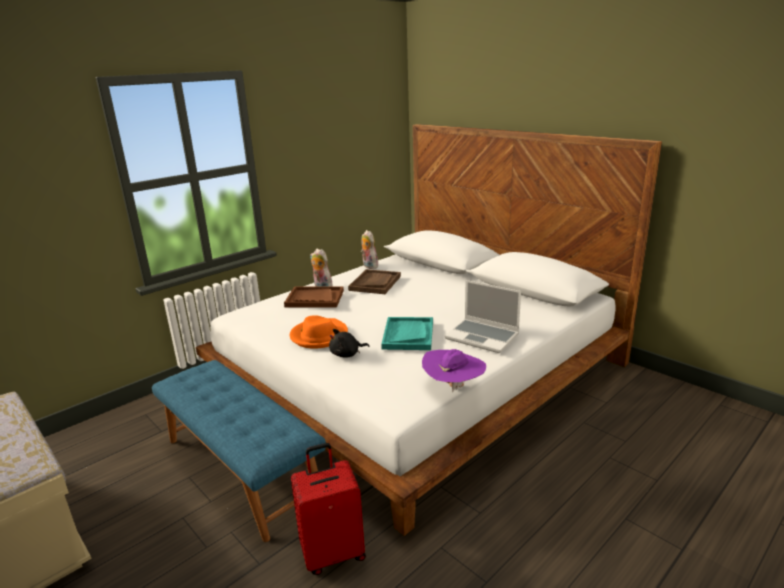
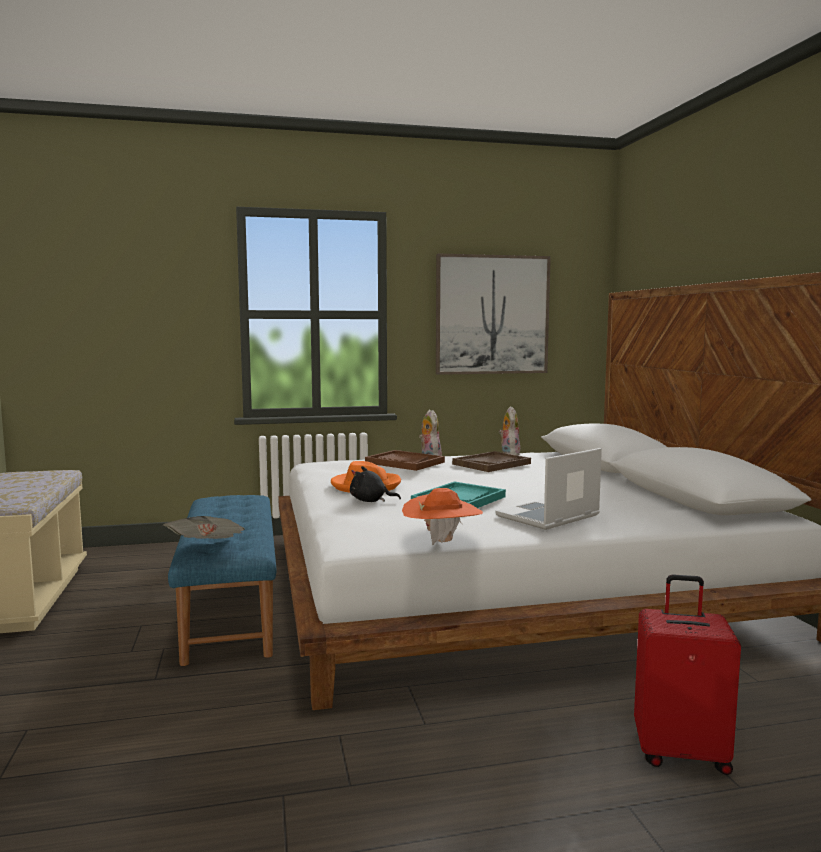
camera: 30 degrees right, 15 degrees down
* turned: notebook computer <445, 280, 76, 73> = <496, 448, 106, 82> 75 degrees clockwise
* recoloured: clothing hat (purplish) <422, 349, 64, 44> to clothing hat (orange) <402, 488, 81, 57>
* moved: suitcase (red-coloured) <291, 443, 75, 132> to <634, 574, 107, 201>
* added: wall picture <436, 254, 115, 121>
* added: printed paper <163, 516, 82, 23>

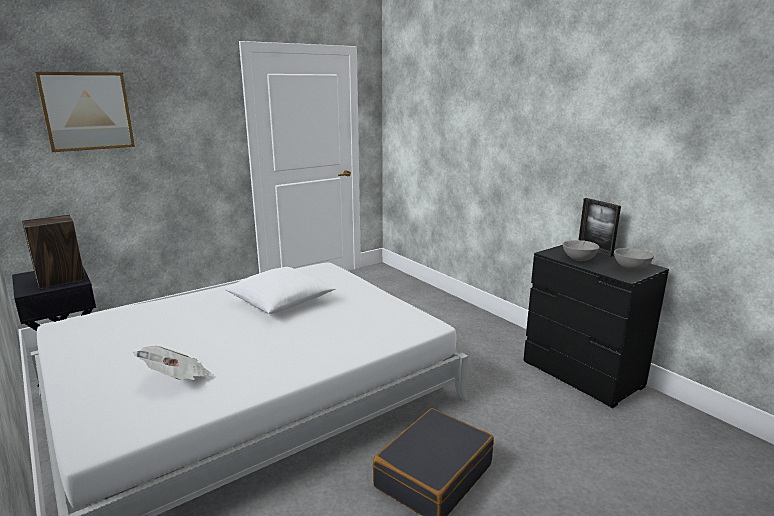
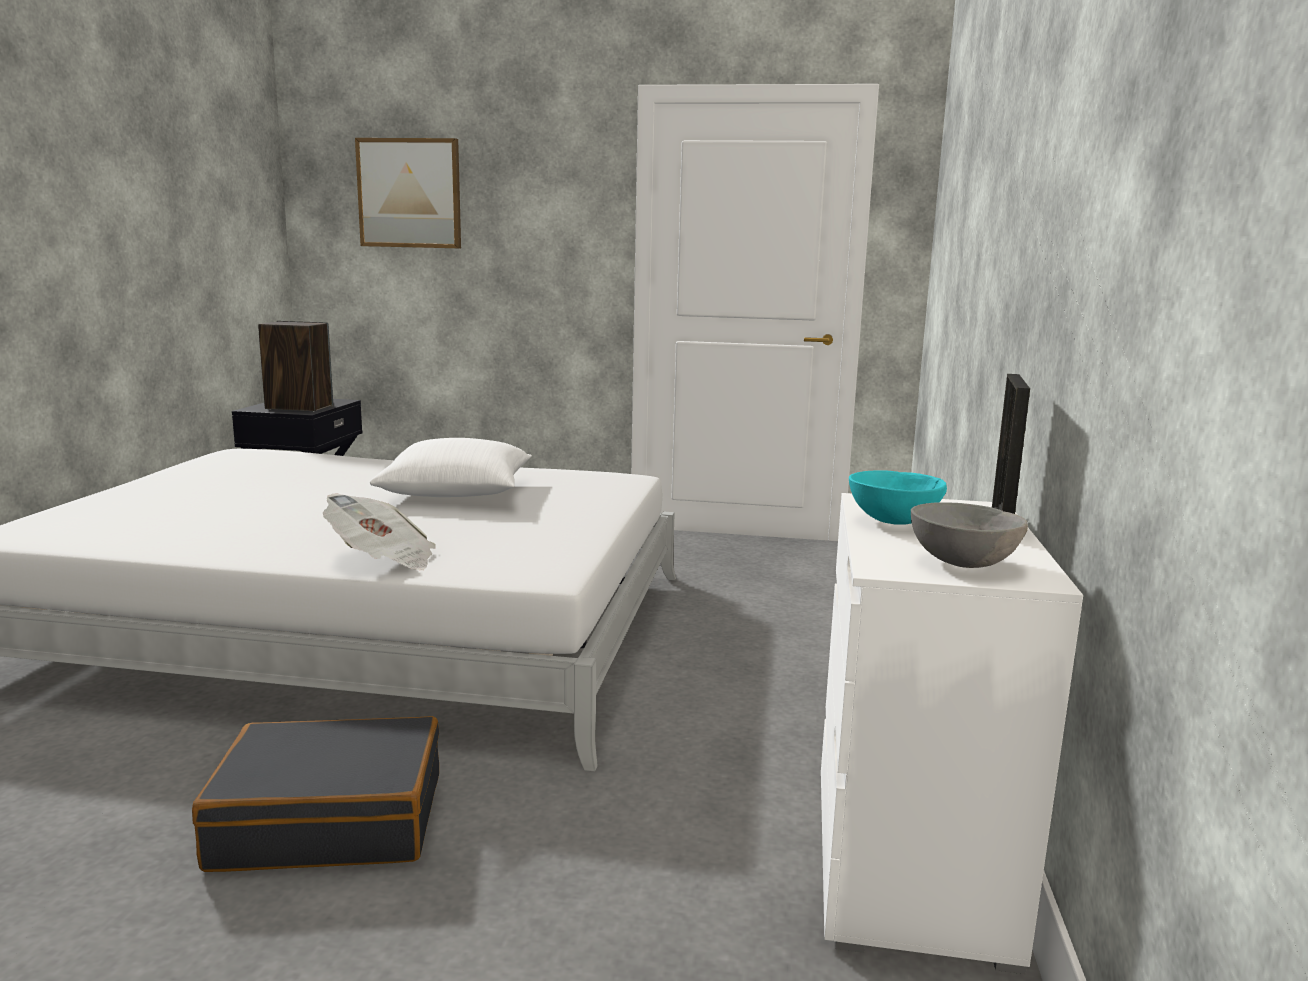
camera: 45 degrees right, 5 degrees down
* recoloured: bowl (grey) <563, 240, 36, 21> to bowl (turquoise) <849, 470, 98, 55>
* recoloured: dresser (blackish) <523, 245, 146, 163> to dresser (white) <821, 493, 262, 481>
* moved: printed paper <133, 346, 81, 34> to <323, 494, 113, 76>

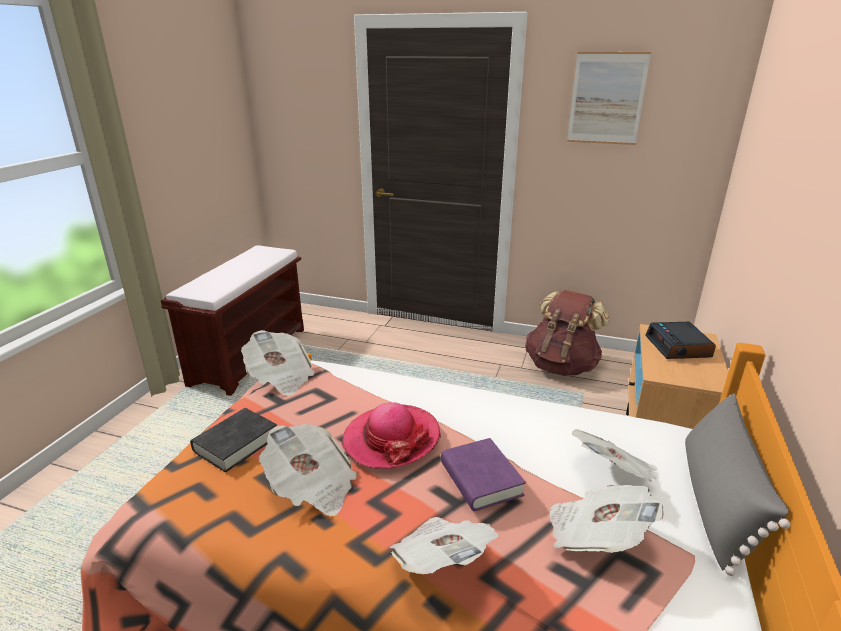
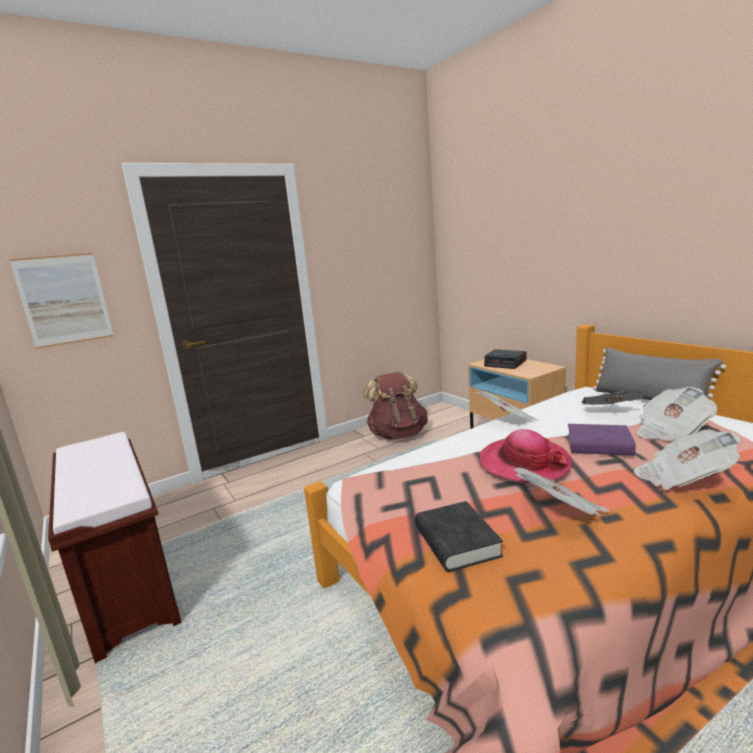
camera: 50 degrees left, 10 degrees down
* moved: wall picture <567, 52, 84, 93> to <9, 253, 105, 96>
* moved: printed paper <241, 330, 74, 66> to <477, 392, 63, 29>

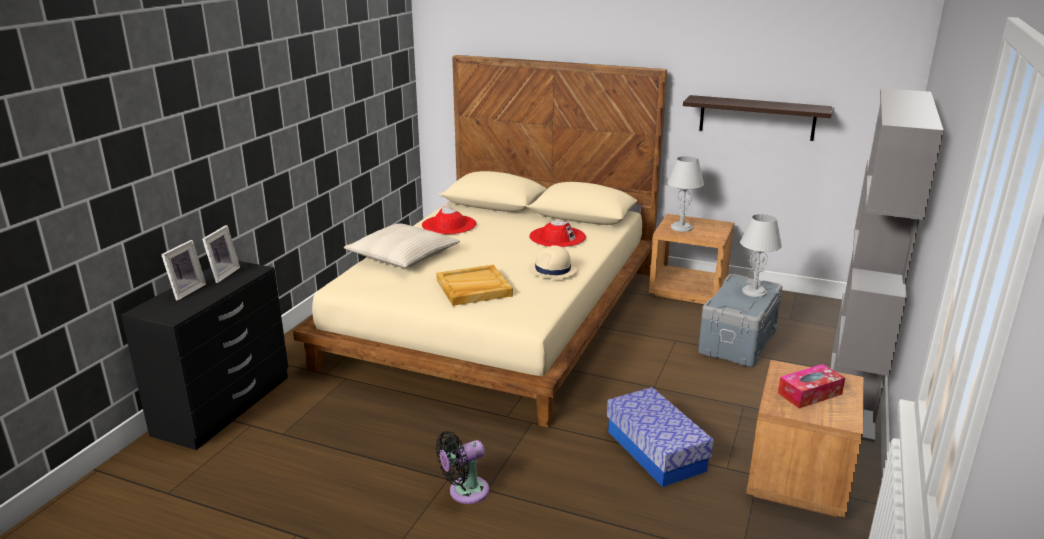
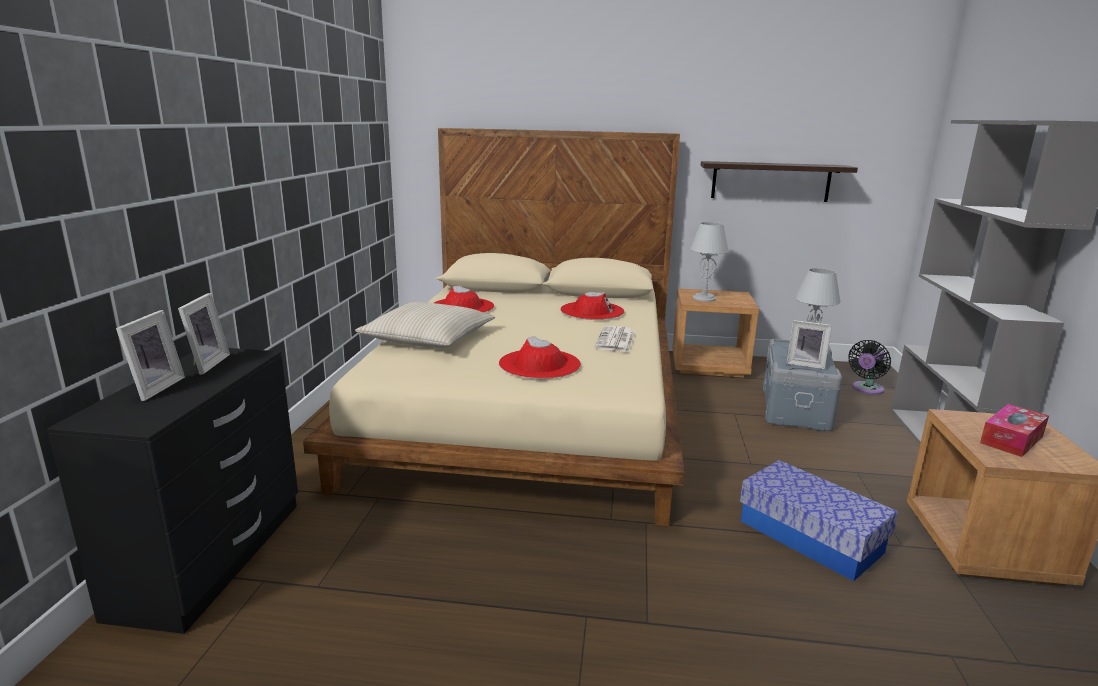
camera: 15 degrees left, 5 degrees down
* replaced: clothing hat (beige) <528, 245, 50, 34> to printed paper <594, 326, 41, 26>
* replaced: carrying tray (beige) <436, 265, 77, 41> to clothing hat (red-coloured) <499, 336, 82, 43>
* moved: electric fan (blackish) <436, 431, 53, 73> to <848, 340, 43, 55>
* added: photo frame <787, 320, 45, 49>

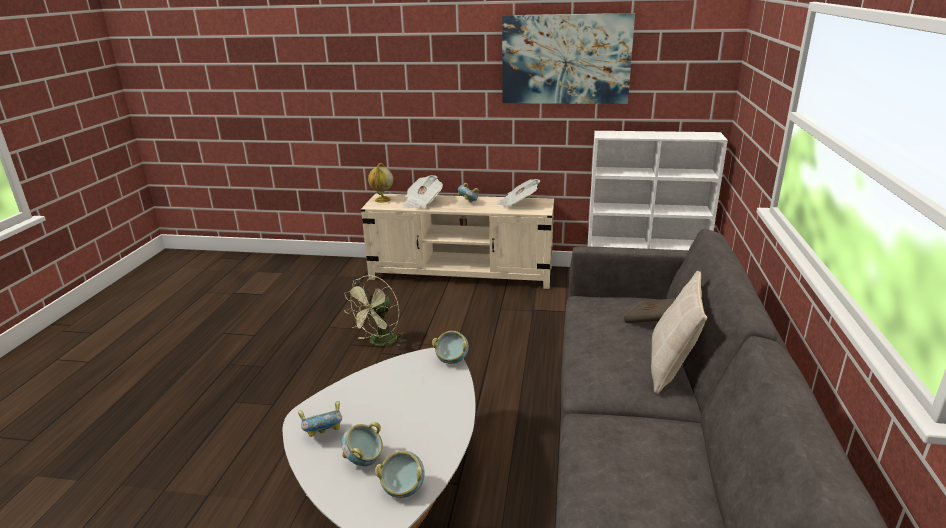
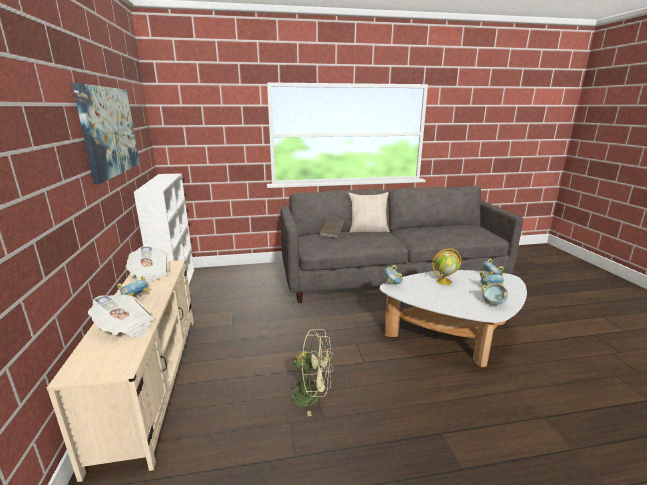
camera: 110 degrees left, 5 degrees down
* moved: desk globe <368, 163, 25, 40> to <432, 248, 29, 37>

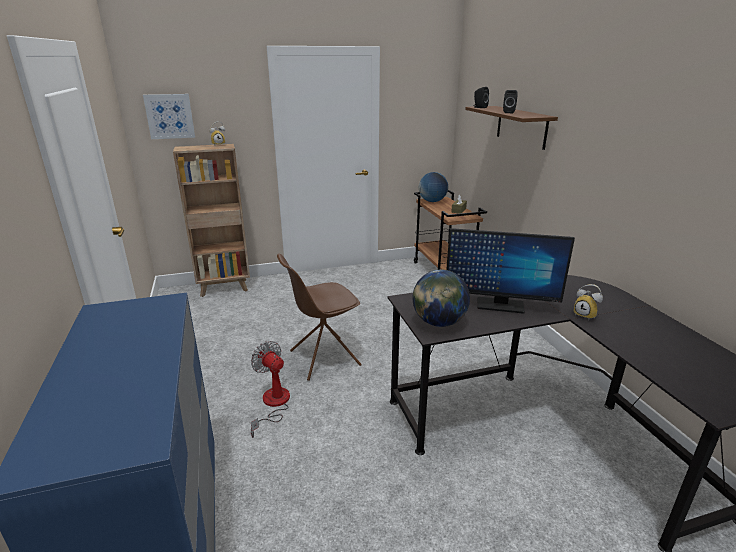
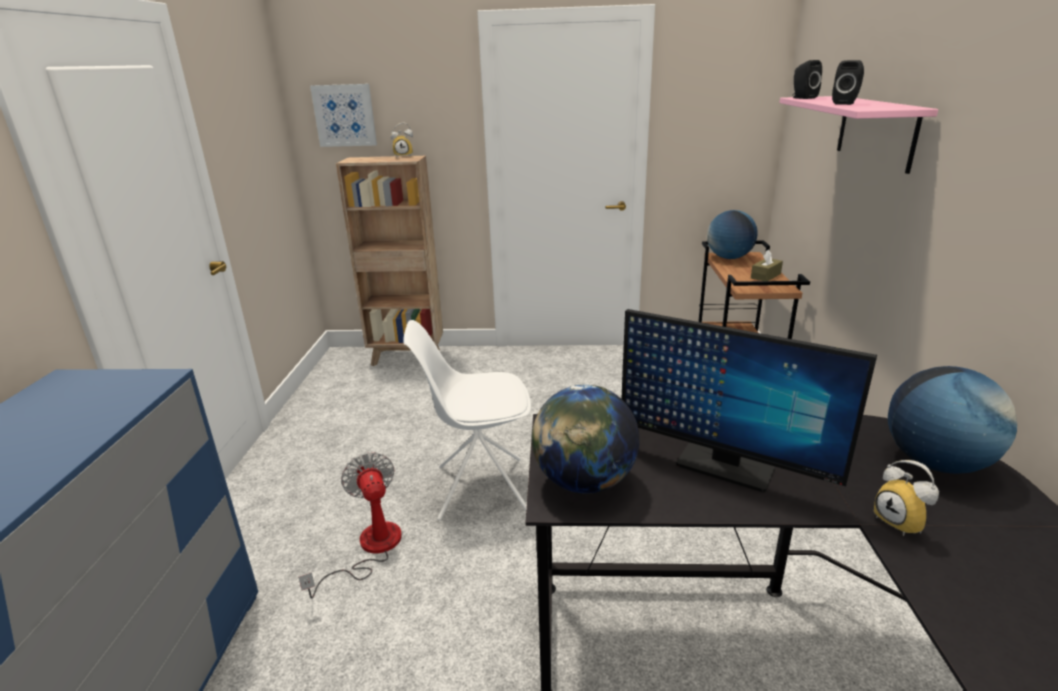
camera: 20 degrees right, 0 degrees up
* recoloured: shelf (brownish) <465, 106, 93, 44> to shelf (pinkish) <779, 96, 159, 78>
* recoloured: plain chair (brownish) <277, 253, 85, 128> to plain chair (white) <403, 320, 128, 201>
* added: desk globe <888, 366, 129, 108>

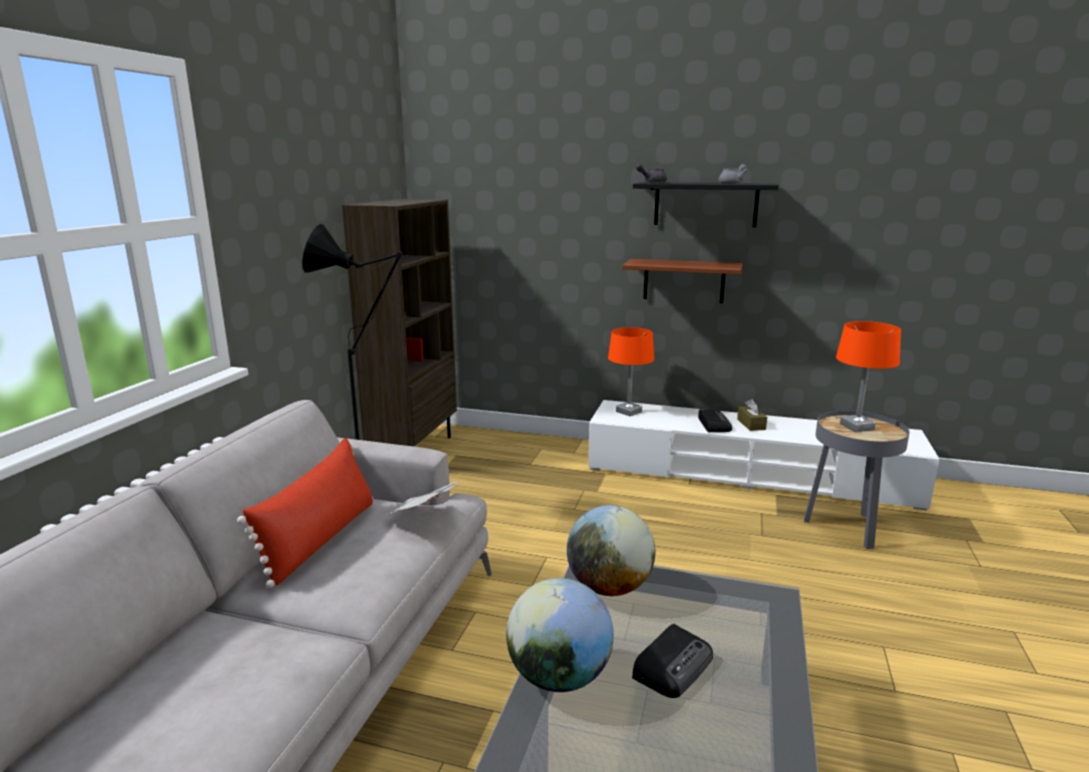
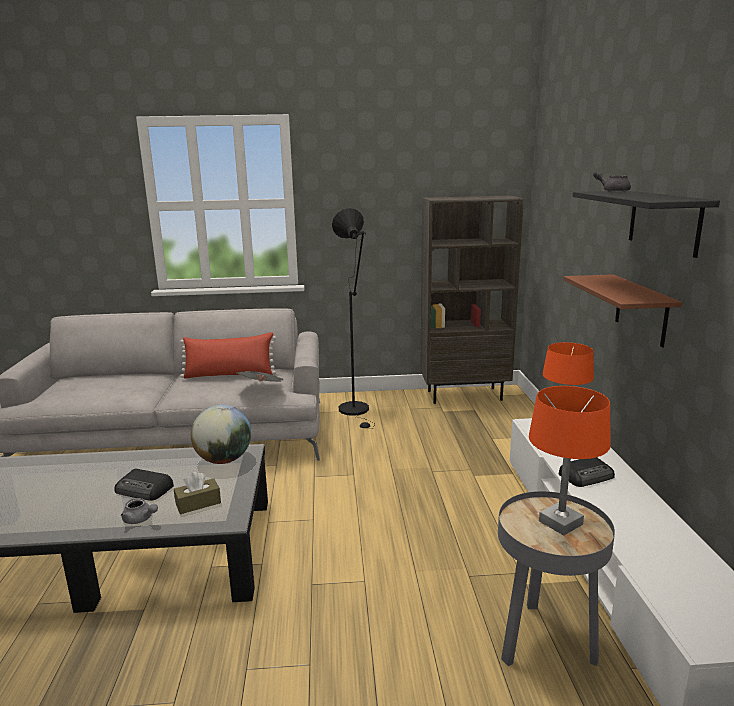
camera: 70 degrees right, 0 degrees up
* moved: tea pot (grey) <718, 164, 30, 20> to <121, 498, 37, 26>
* moved: box of tissues (brownish) <737, 399, 30, 32> to <174, 472, 47, 42>
* removed: desk globe <506, 578, 108, 114>

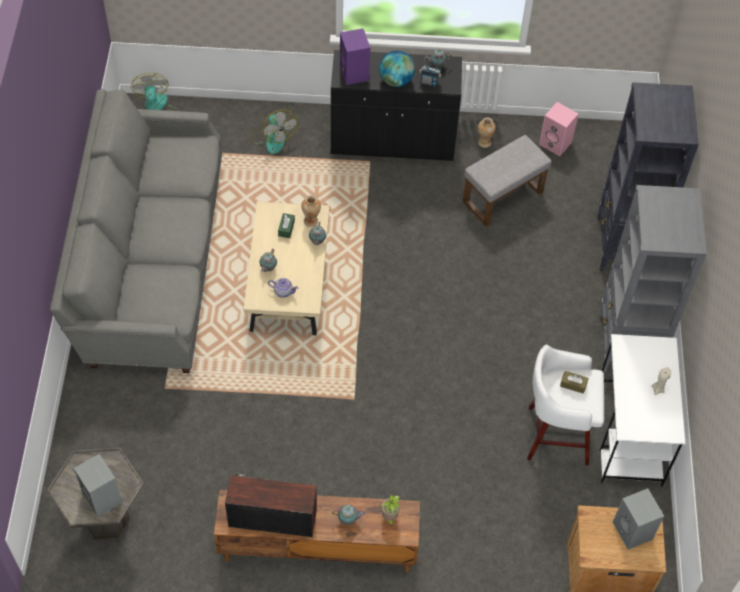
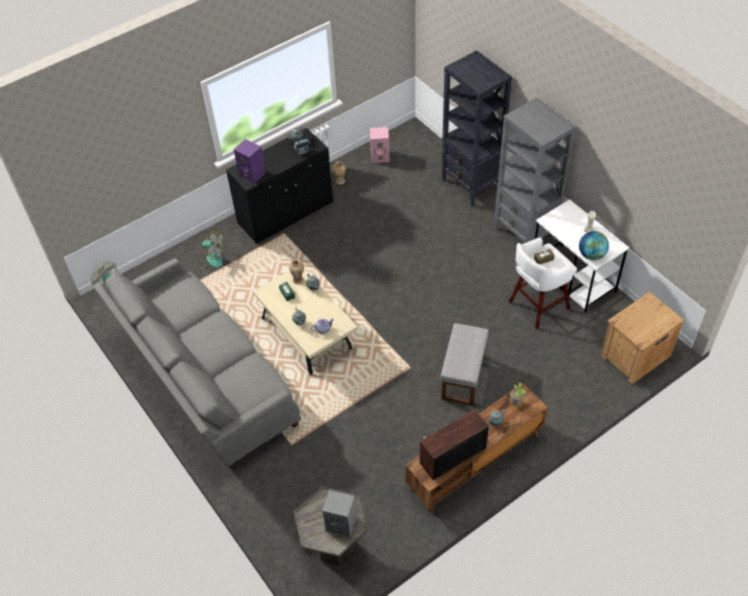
camera: 35 degrees left, 5 degrees down
* moved: desk globe <379, 51, 36, 36> to <579, 231, 30, 29>
* moved: pouffe (grey) <463, 135, 89, 92> to <441, 323, 48, 83>
* removed: loudspeaker (grey) <612, 488, 52, 62>

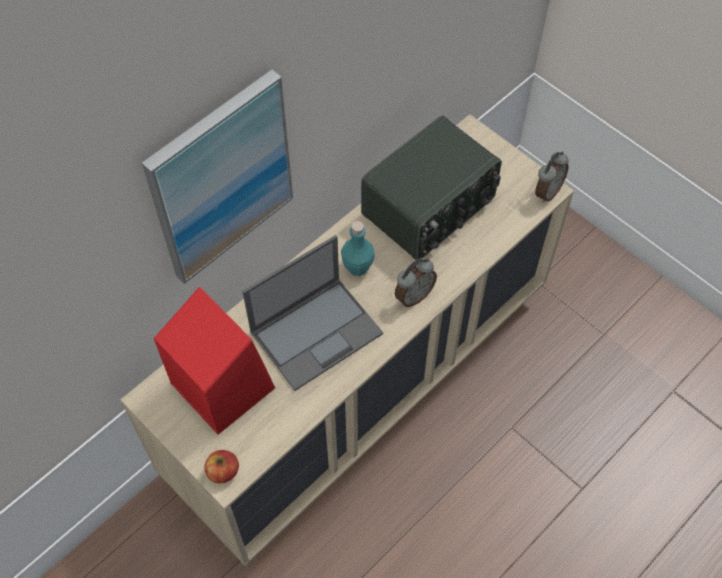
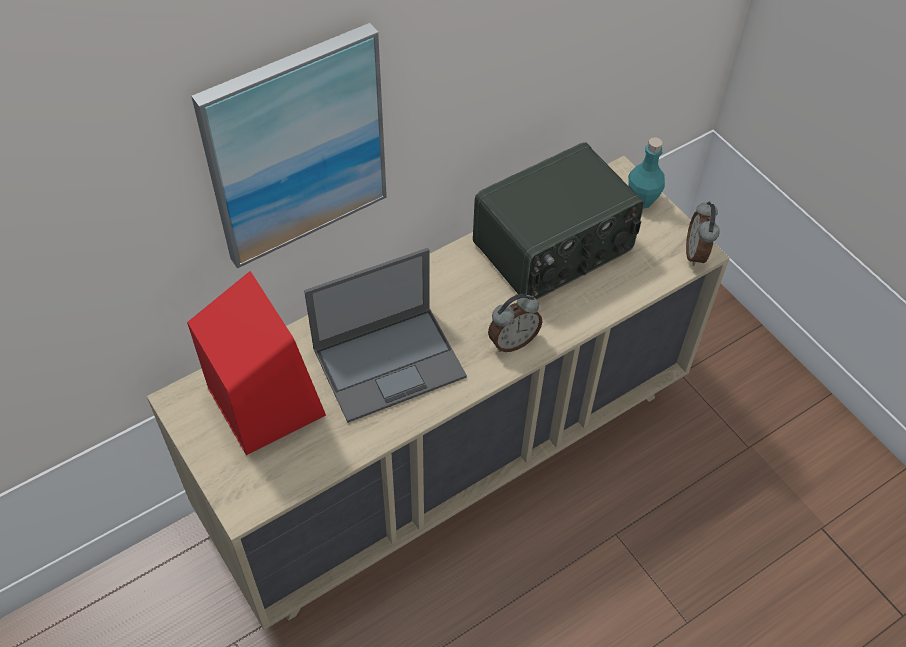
camera: 10 degrees right, 5 degrees down
* turned: table clock <535, 151, 34, 52> = <686, 201, 34, 65> 135 degrees clockwise
* moved: drink bottle (turquoise) <341, 221, 34, 55> to <628, 137, 37, 71>
* removed: apple fruit <204, 450, 35, 33>

